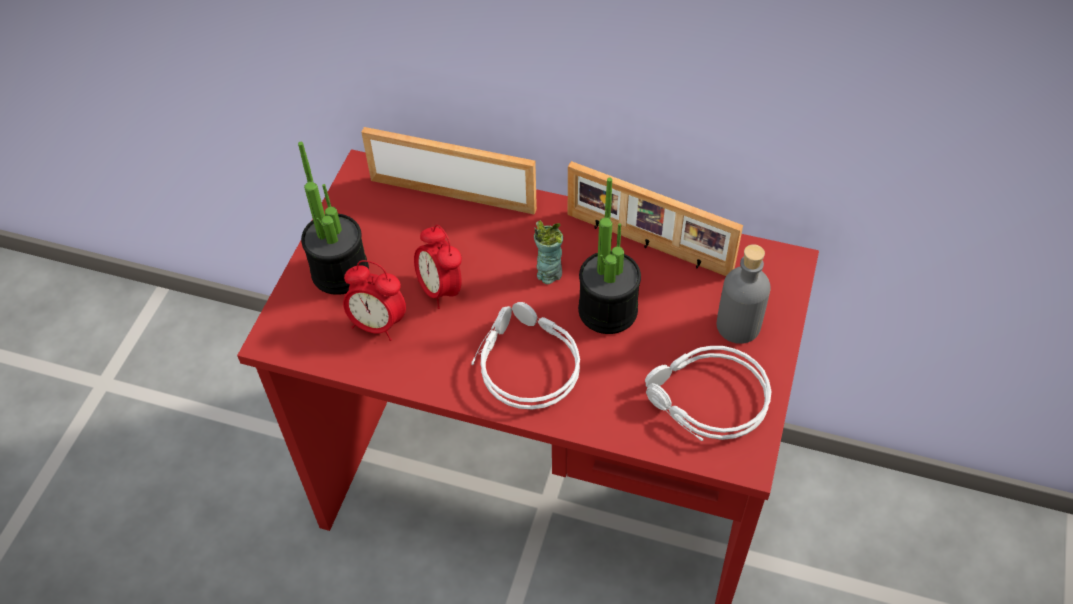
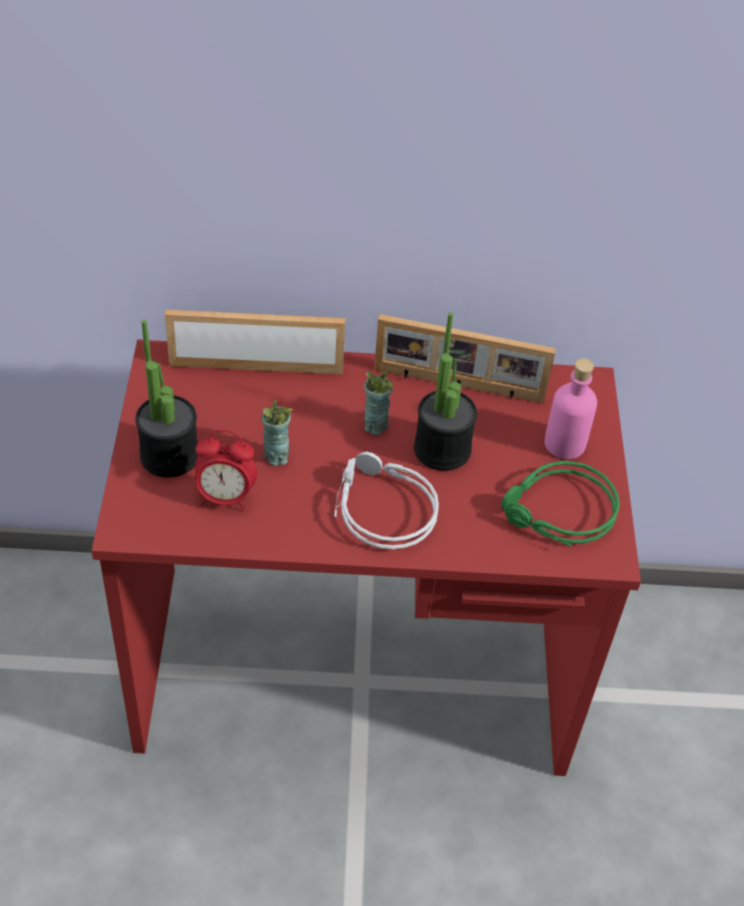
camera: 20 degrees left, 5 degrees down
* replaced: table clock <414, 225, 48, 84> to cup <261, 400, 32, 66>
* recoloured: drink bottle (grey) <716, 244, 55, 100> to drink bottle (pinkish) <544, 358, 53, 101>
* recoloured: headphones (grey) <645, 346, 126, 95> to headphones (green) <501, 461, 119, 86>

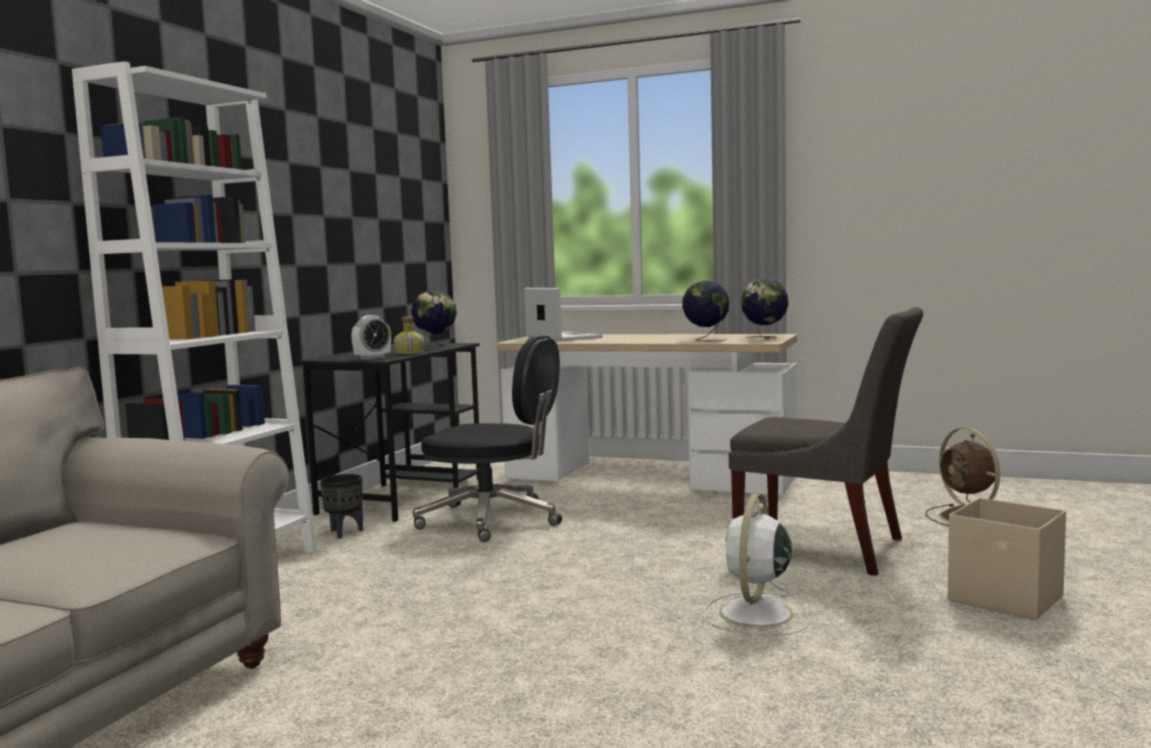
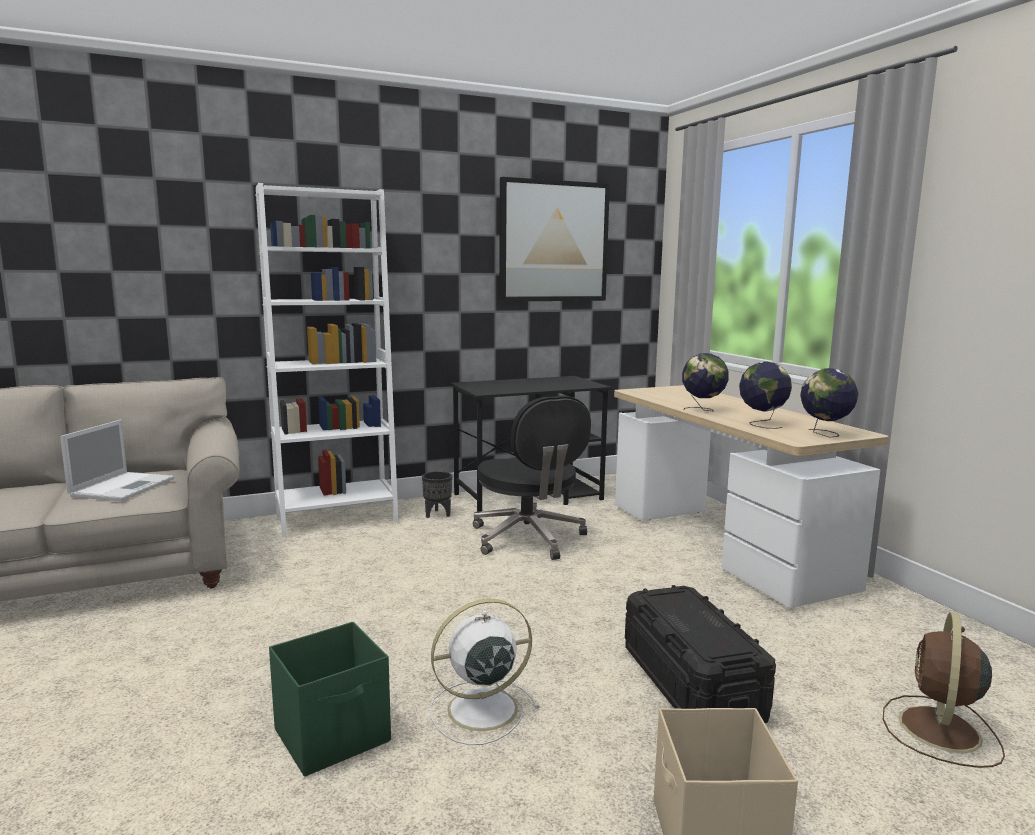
camera: 45 degrees right, 5 degrees up
* moved: notebook computer <524, 288, 79, 53> to <60, 420, 115, 81>
* moved: desk globe <411, 289, 46, 58> to <682, 353, 46, 59>
* replaced: plain chair (grey) <729, 307, 194, 269> to storage container (blackish) <625, 585, 151, 138>
* removed: table clock <351, 315, 40, 45>
* removed: drink bottle <394, 316, 30, 38>
* added: wall picture <499, 177, 111, 125>
* added: storage container (green) <269, 622, 122, 155>

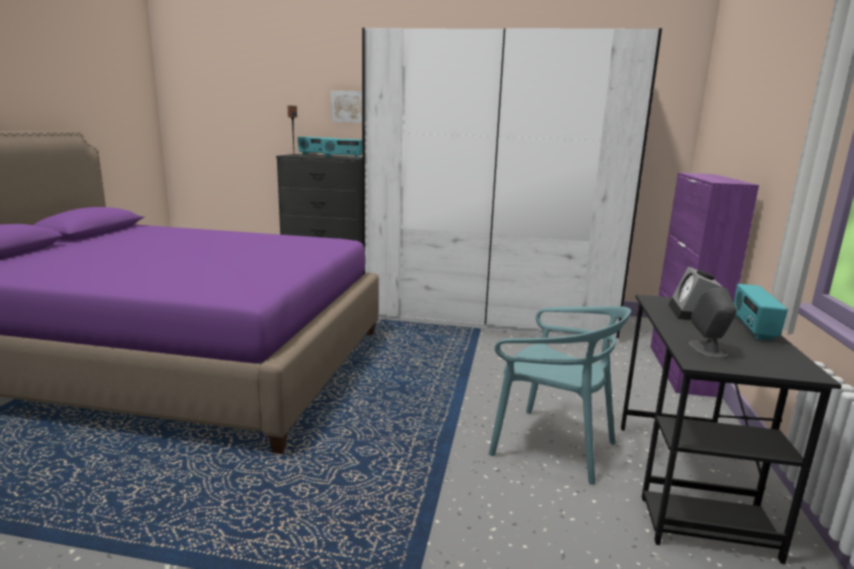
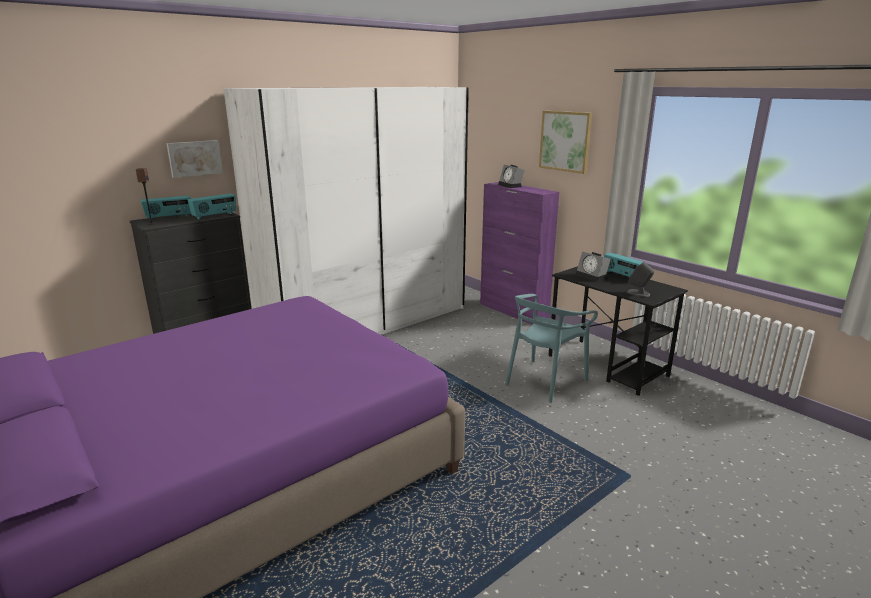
camera: 50 degrees left, 5 degrees up
* turned: plain chair (turquoise) <488, 306, 143, 179> = <505, 294, 93, 109> 150 degrees clockwise
* added: wall picture <539, 111, 53, 63>
* added: table clock <498, 165, 27, 23>

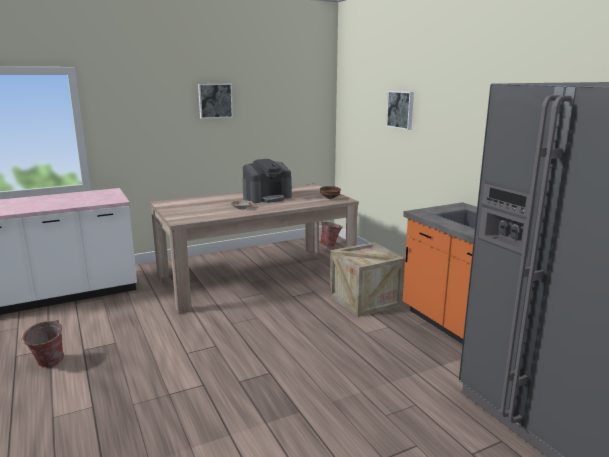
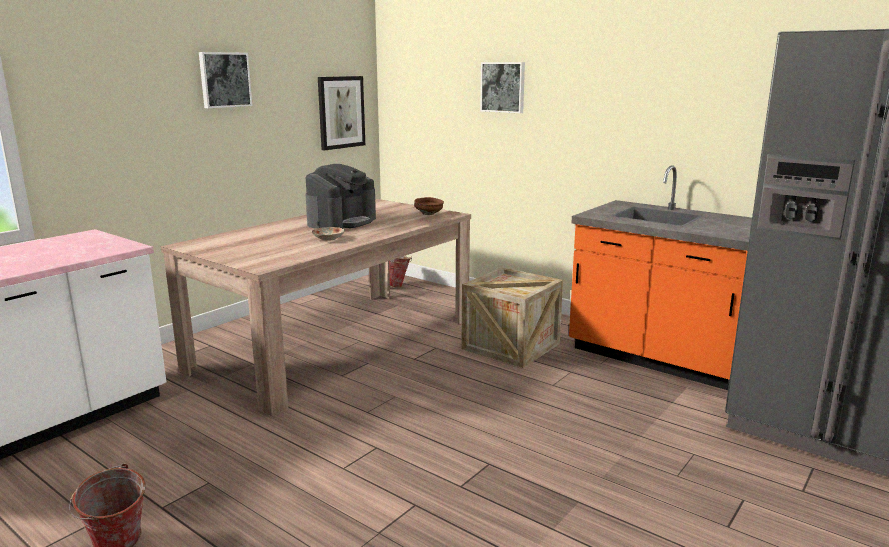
camera: 25 degrees left, 0 degrees up
* added: wall picture <318, 76, 47, 75>

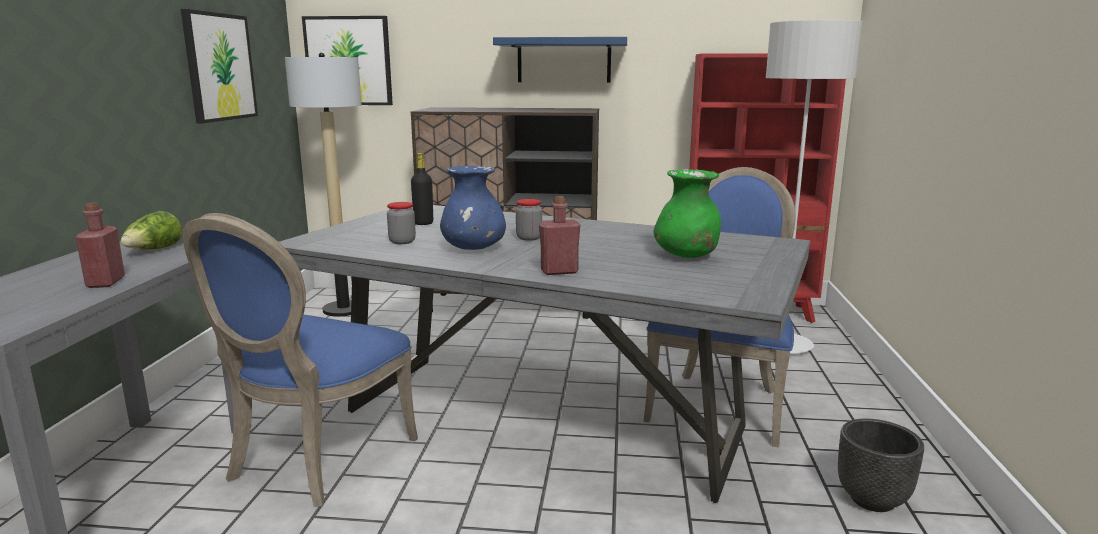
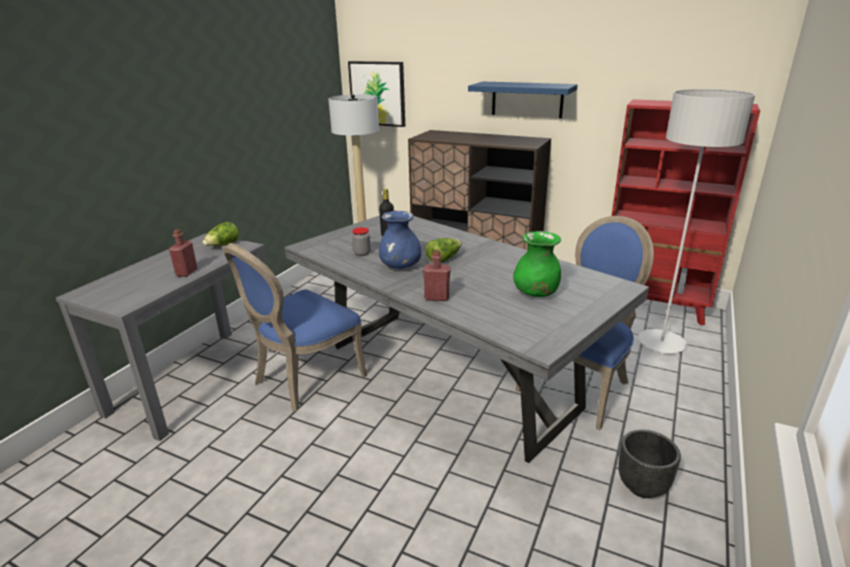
camera: 20 degrees right, 10 degrees up
* removed: wall picture <181, 9, 77, 114>
* replaced: preserve jar <516, 199, 26, 42> to lettuce head <426, 238, 36, 25>

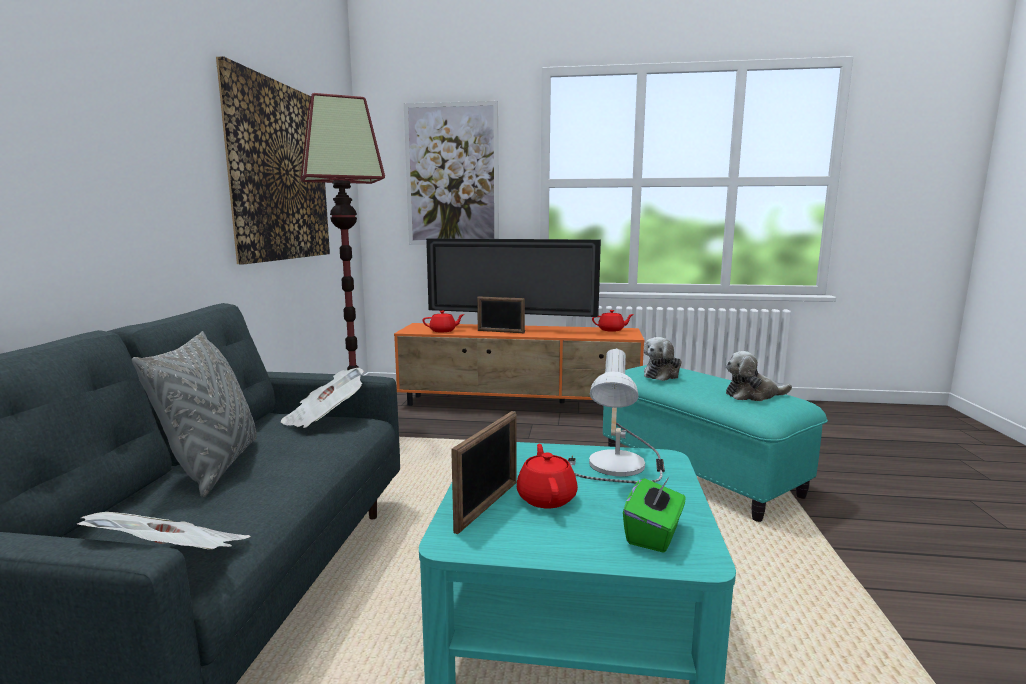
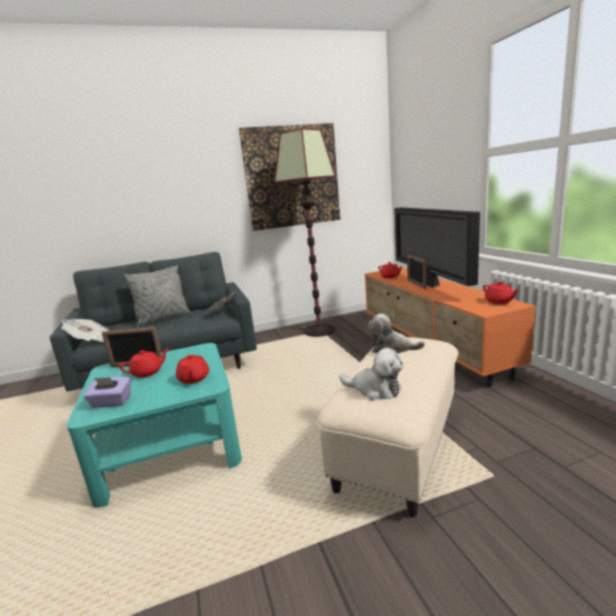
camera: 65 degrees right, 5 degrees up
* removed: wall picture <404, 101, 95, 144>
* replaced: table lamp <568, 348, 97, 135> to tea pot (red-coloured) <176, 355, 33, 29>
* turned: cuddly toy <726, 351, 66, 50> = <339, 348, 64, 52> 150 degrees clockwise
* recoloured: pouffe (turquoise) <603, 365, 225, 157> to pouffe (beige) <316, 337, 143, 180>
* recoloured: box of tissues (green) <623, 476, 62, 77> to box of tissues (purplish) <84, 376, 47, 32>

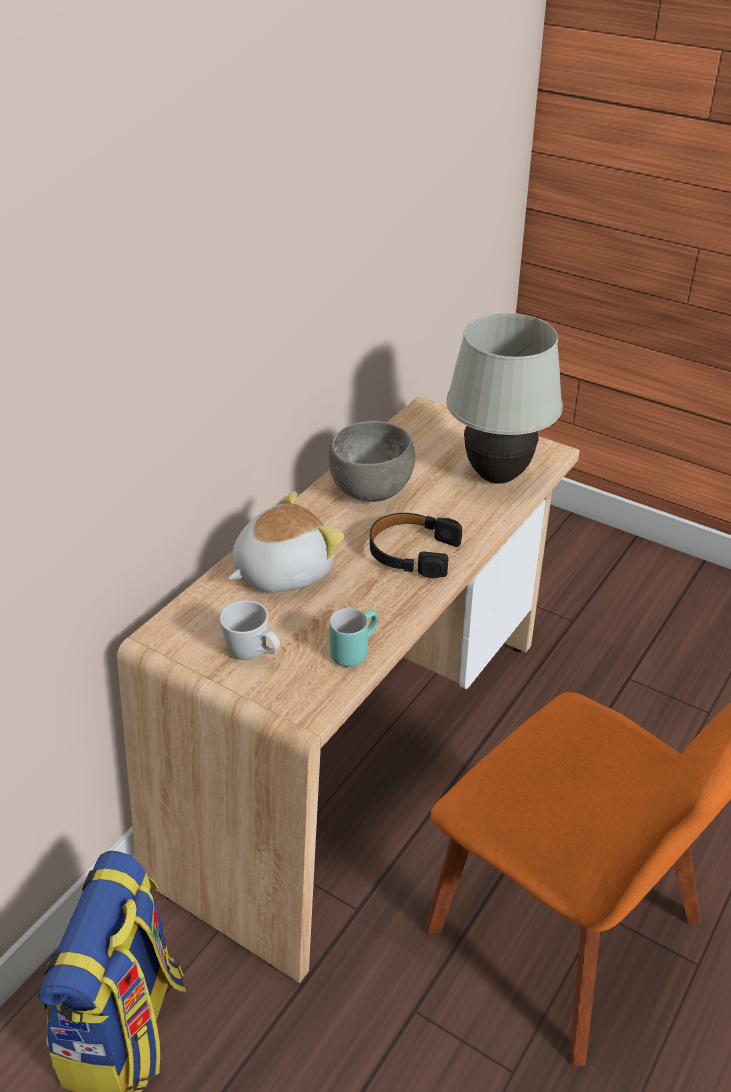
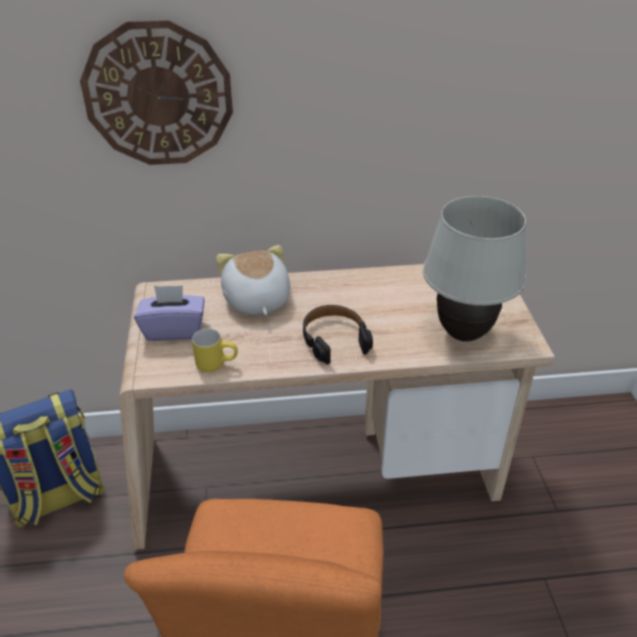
camera: 50 degrees right, 0 degrees up
* removed: bowl (grey) <328, 421, 87, 81>
* turned: cuddly toy <228, 491, 116, 101> = <216, 245, 74, 70> 120 degrees counterclockwise
* replaced: mug (white) <220, 600, 60, 60> to box of tissues (purplish) <134, 285, 71, 56>
* recoloured: mug (turquoise) <329, 608, 49, 59> to mug (yellowish) <192, 329, 46, 43>
* added: clock on the wall <80, 20, 153, 145>

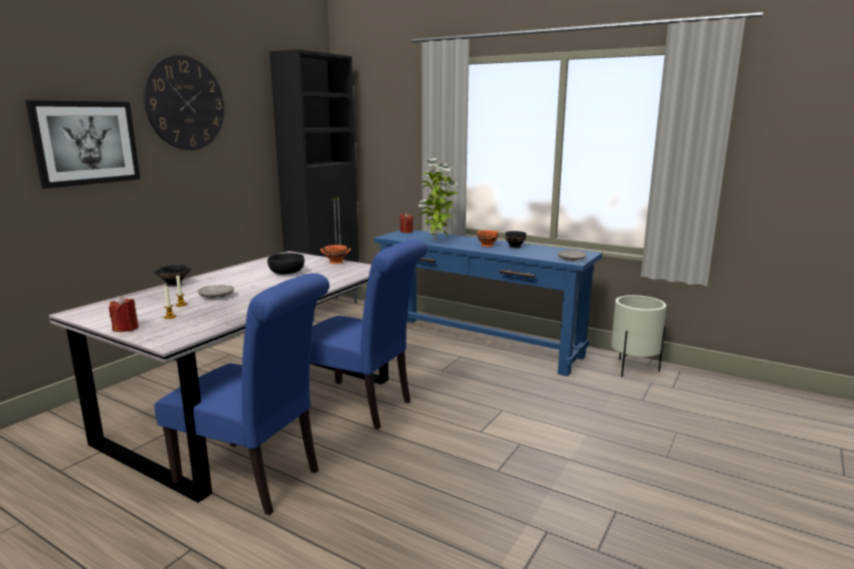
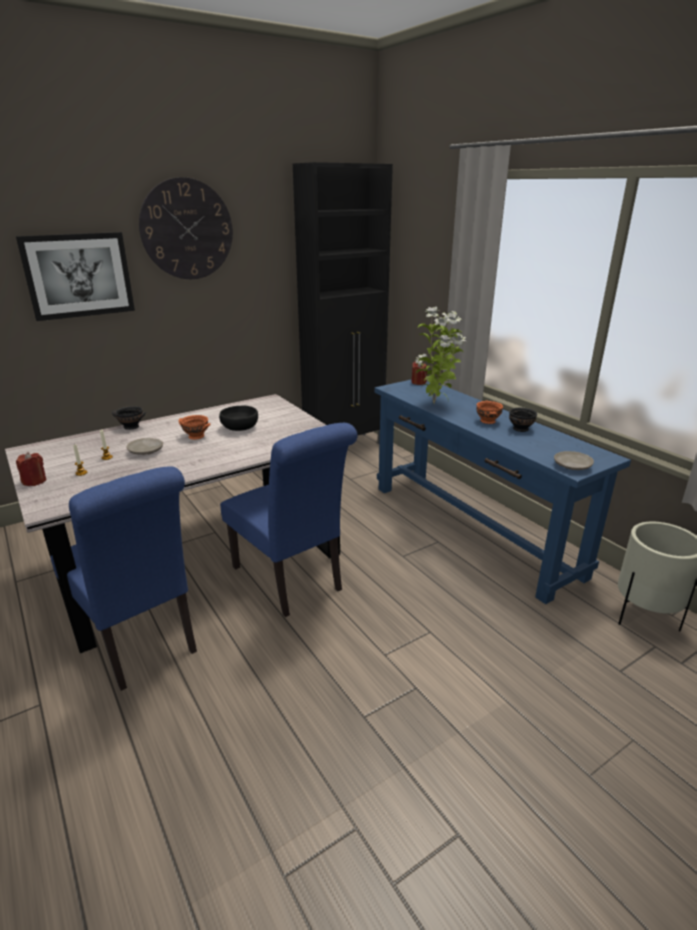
camera: 25 degrees right, 10 degrees up
* moved: bowl (orange) <320, 245, 31, 19> to <179, 415, 32, 25>

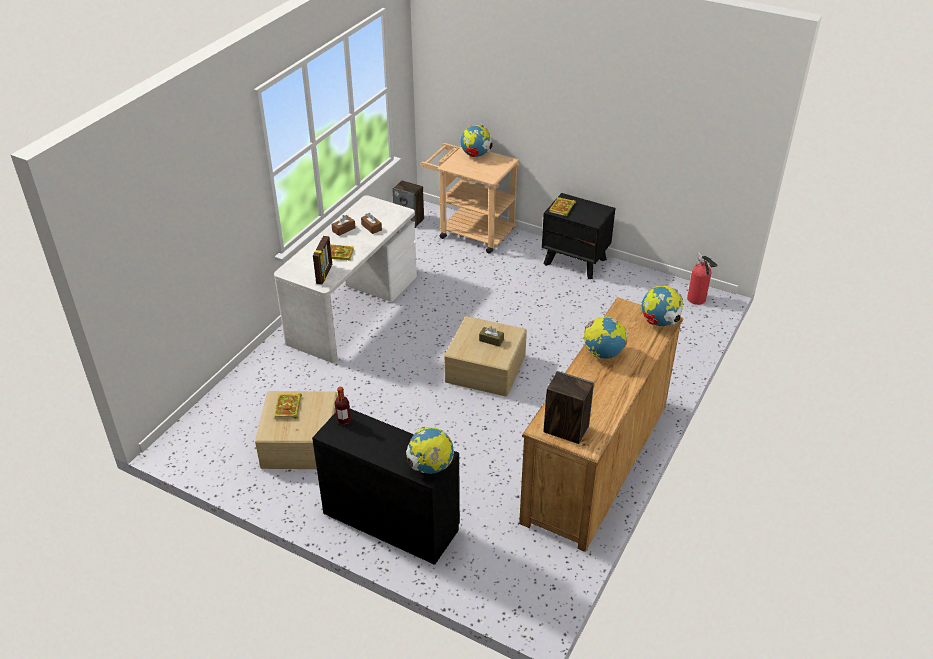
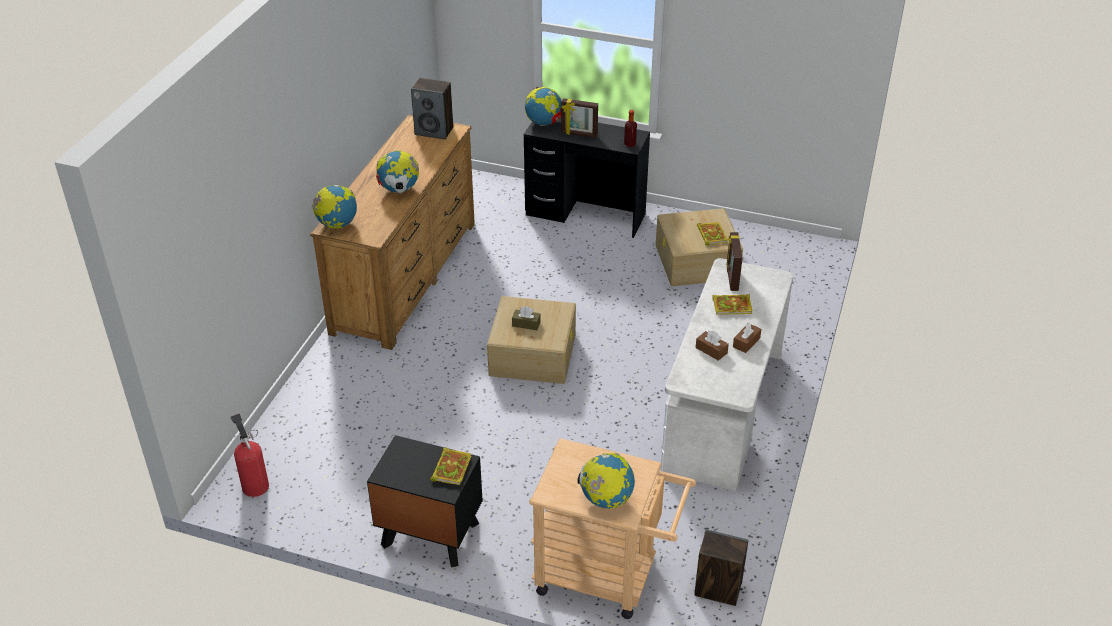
camera: 170 degrees right, 0 degrees up
* added: photo frame <561, 98, 37, 40>

